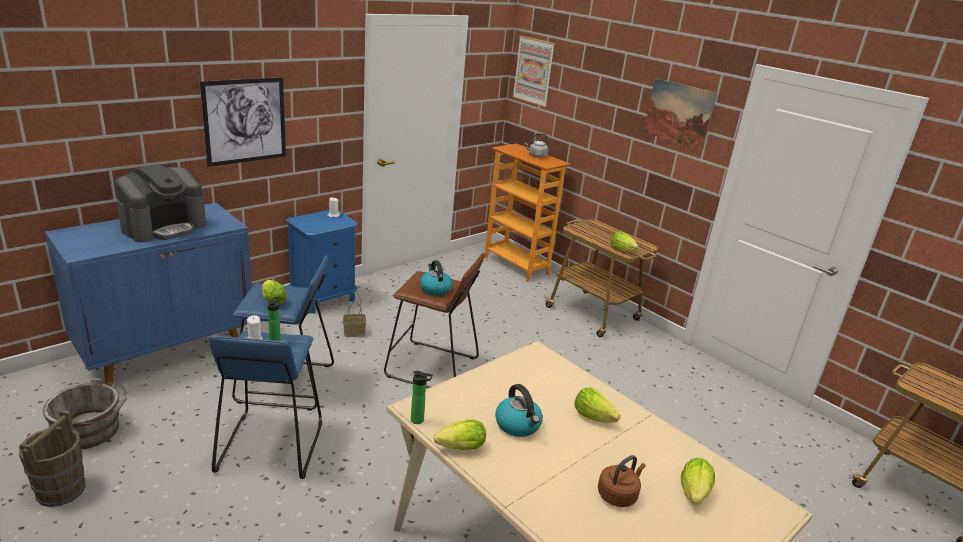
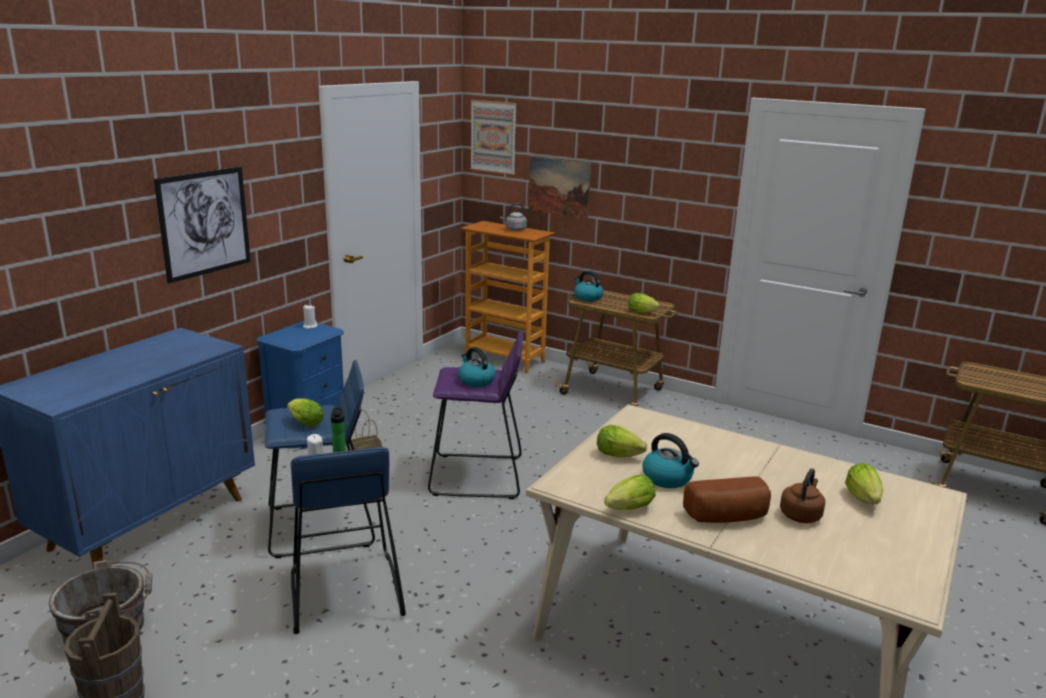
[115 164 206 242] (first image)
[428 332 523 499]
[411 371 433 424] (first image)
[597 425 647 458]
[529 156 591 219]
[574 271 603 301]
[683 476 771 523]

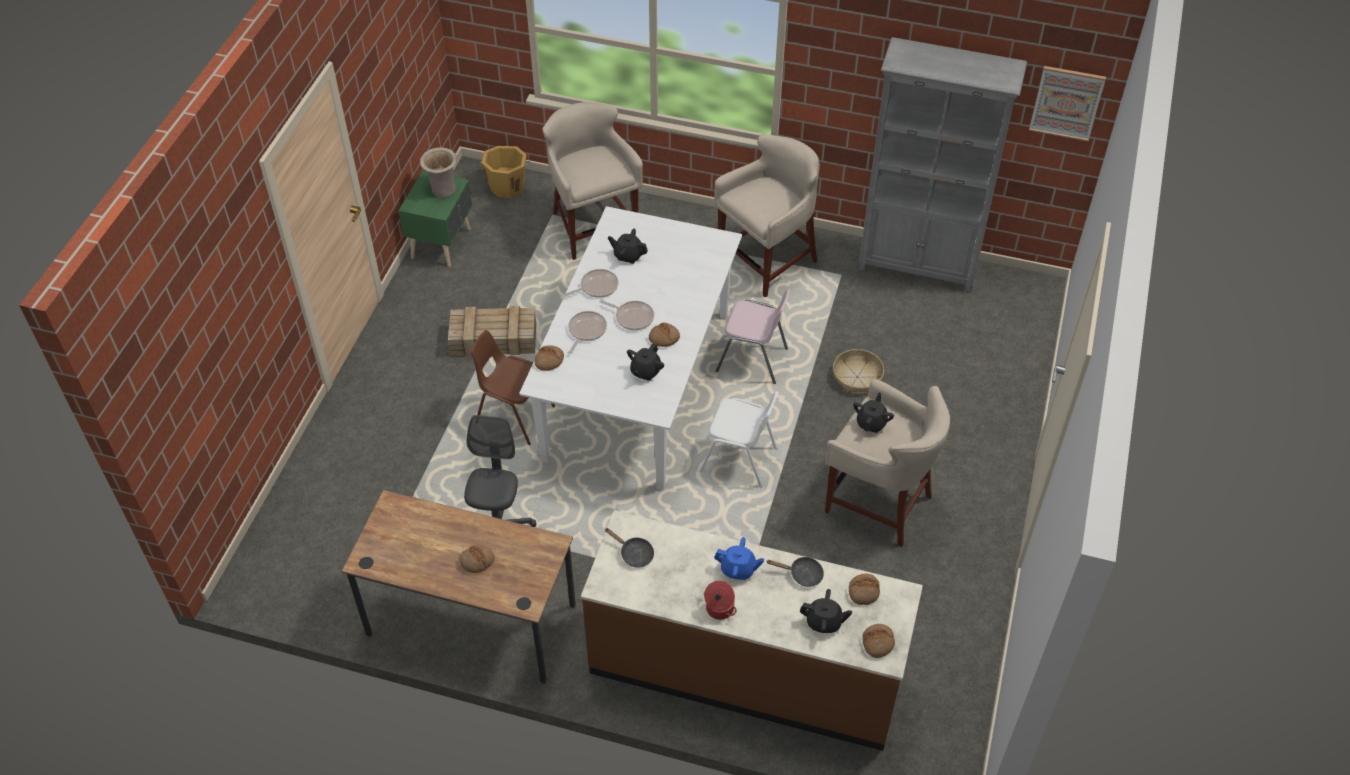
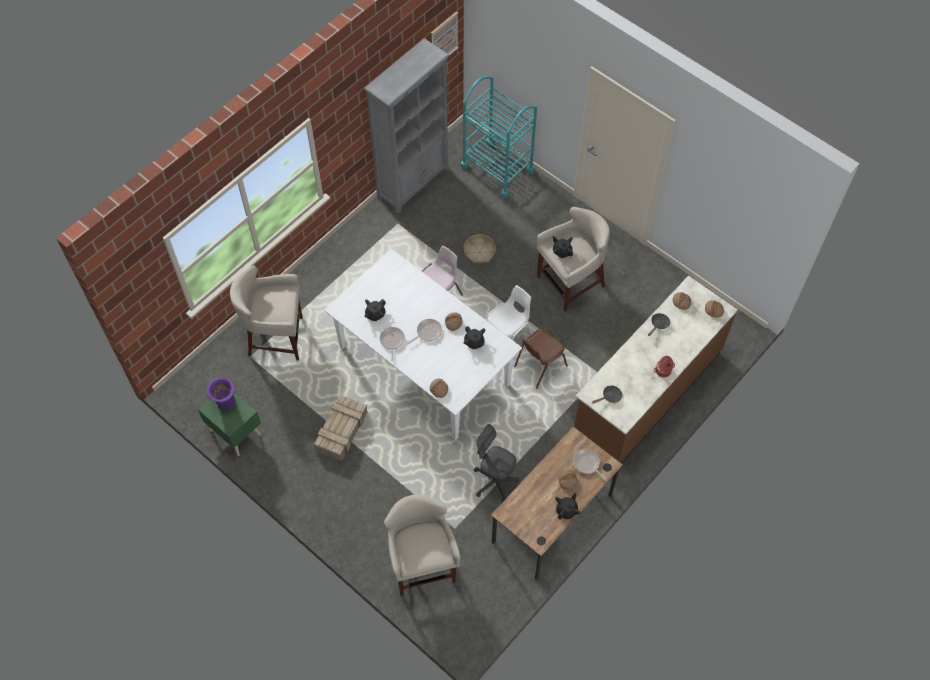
[207 377 236 410]
[514 329 568 389]
[479 146 532 198] (first image)
[573 449 607 481]
[384 494 460 597]
[714 537 764 580] (first image)
[555 493 580 519]
[461 76 537 198]

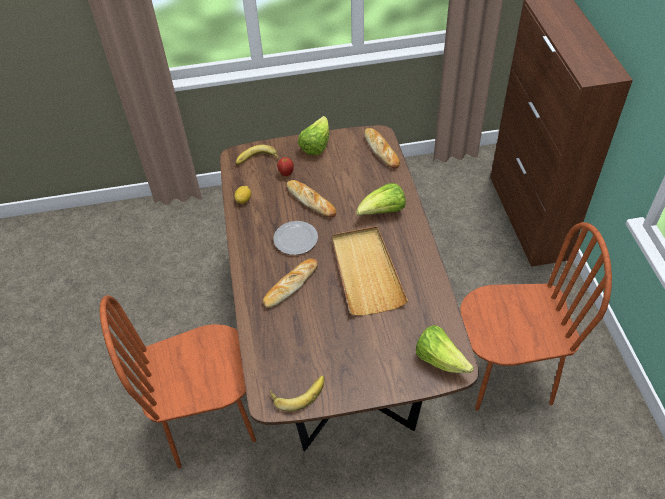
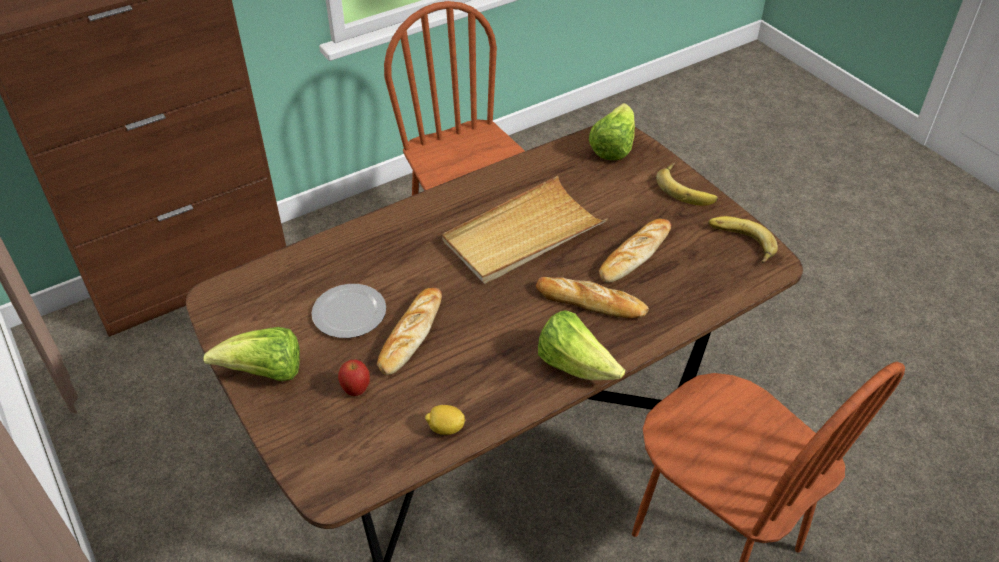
[656 163 718 206]
[311 284 386 338]
[538 310 625 380]
[599 219 671 283]

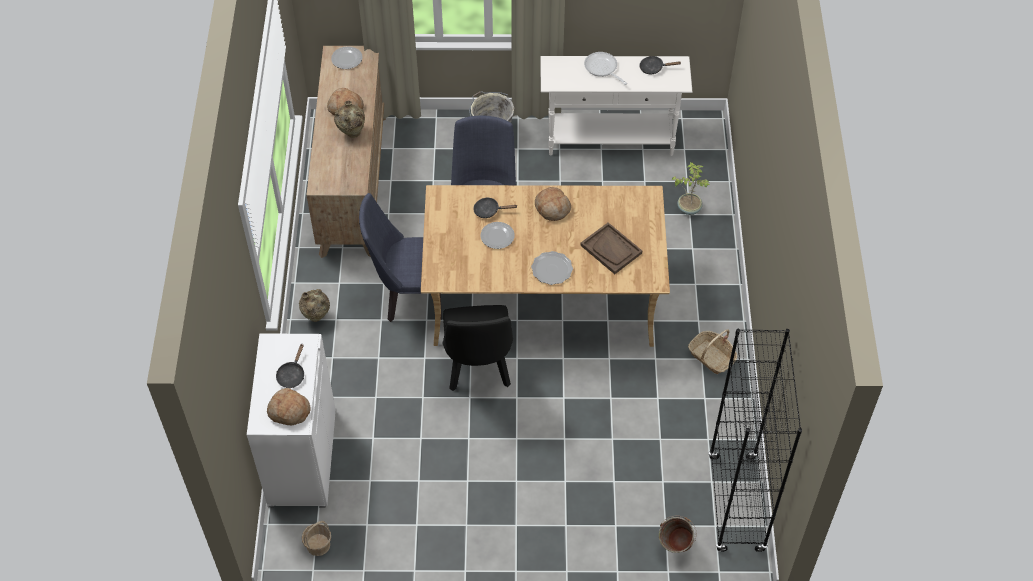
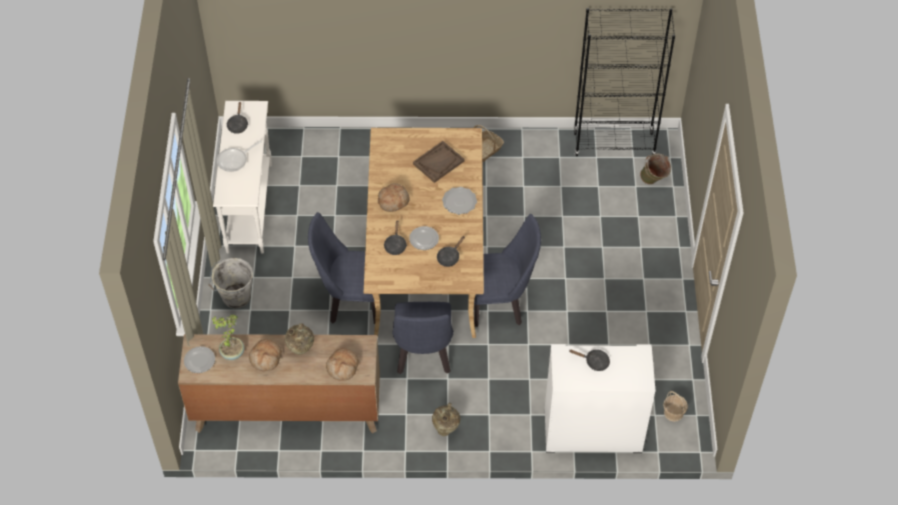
[326 348 359 381]
[474 214 541 327]
[212 315 244 360]
[437 236 465 267]

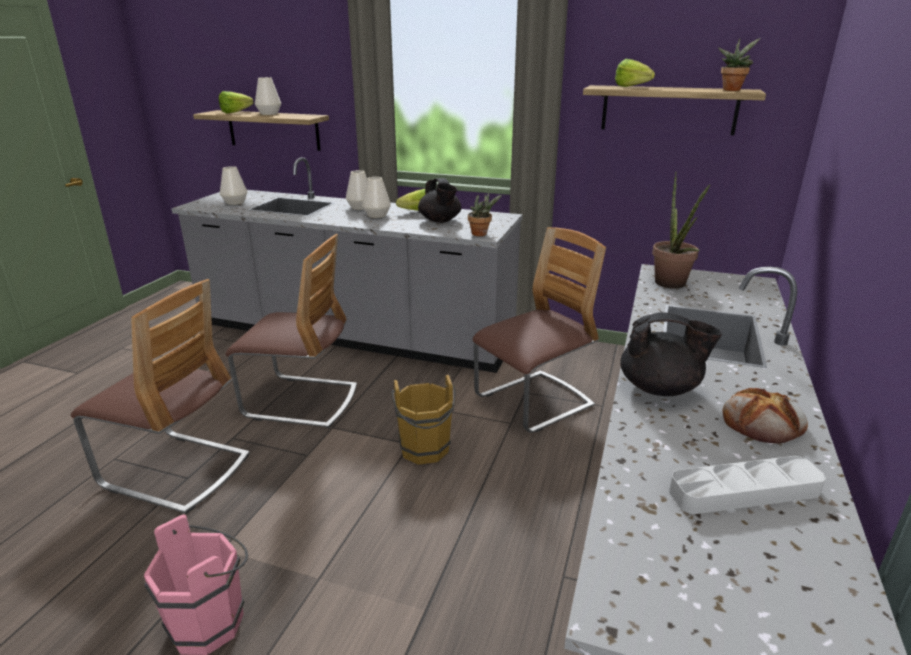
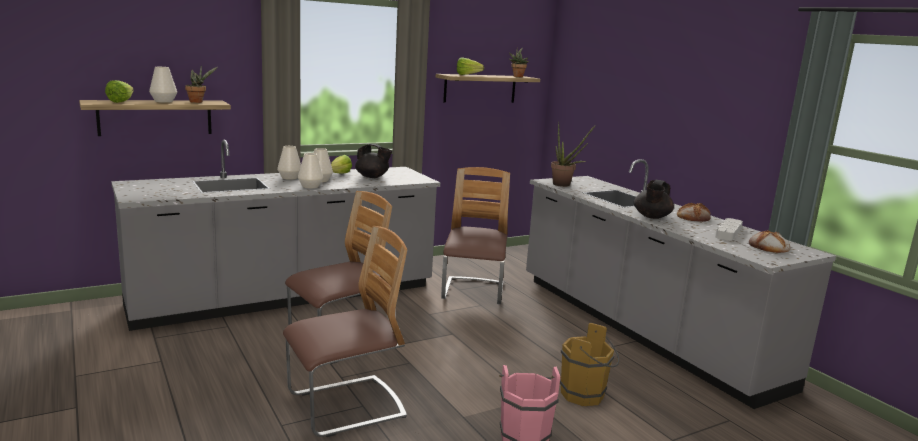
[298 153 323 188]
[560 323 619 406]
[185 65 218 103]
[634 179 674 219]
[749 230 791 253]

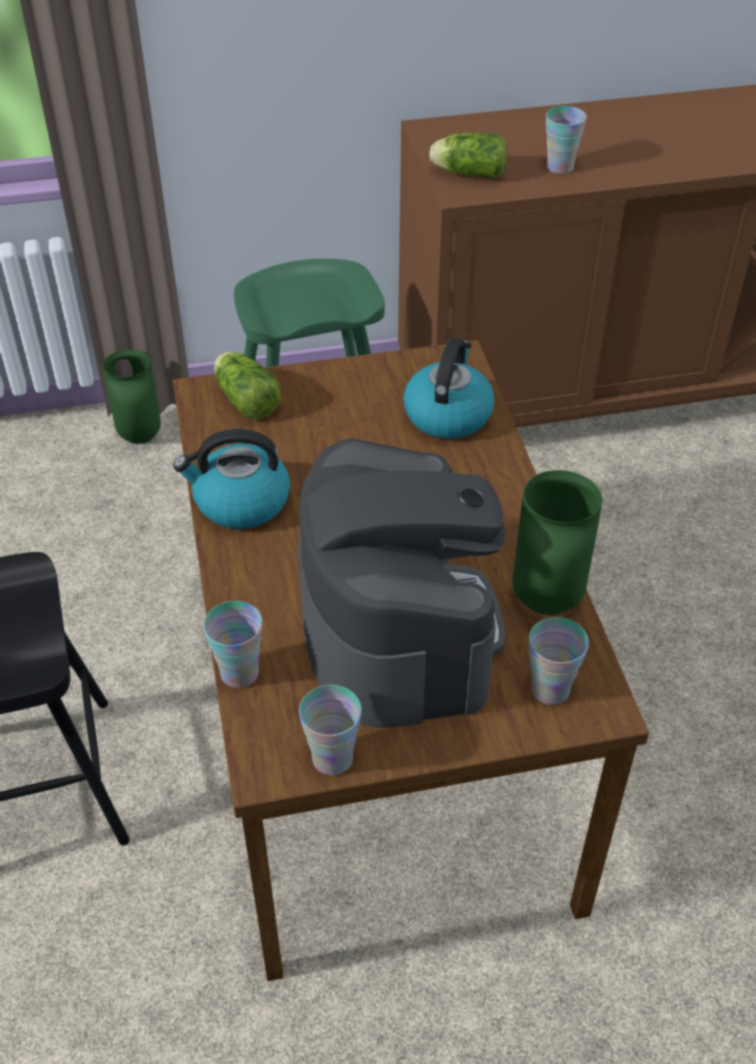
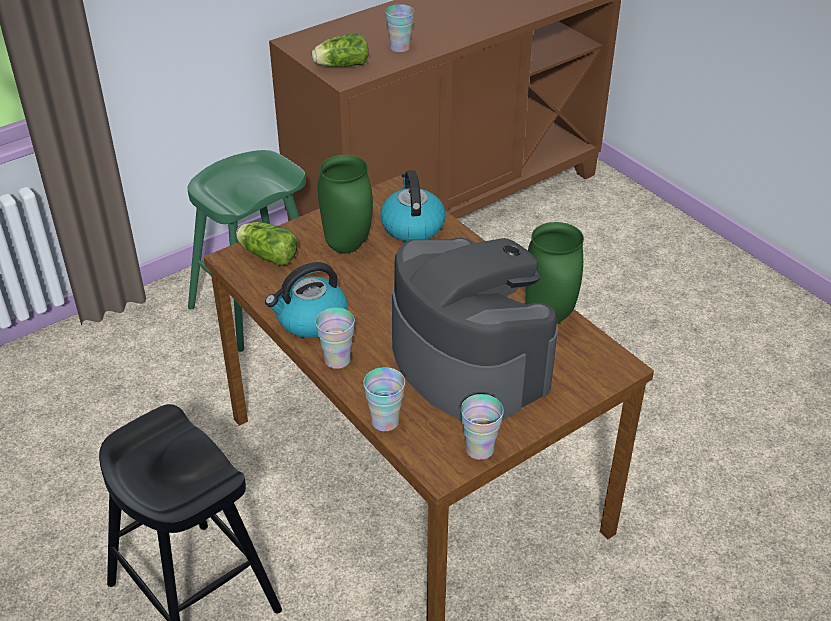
[317 155 373 254]
[315 308 355 369]

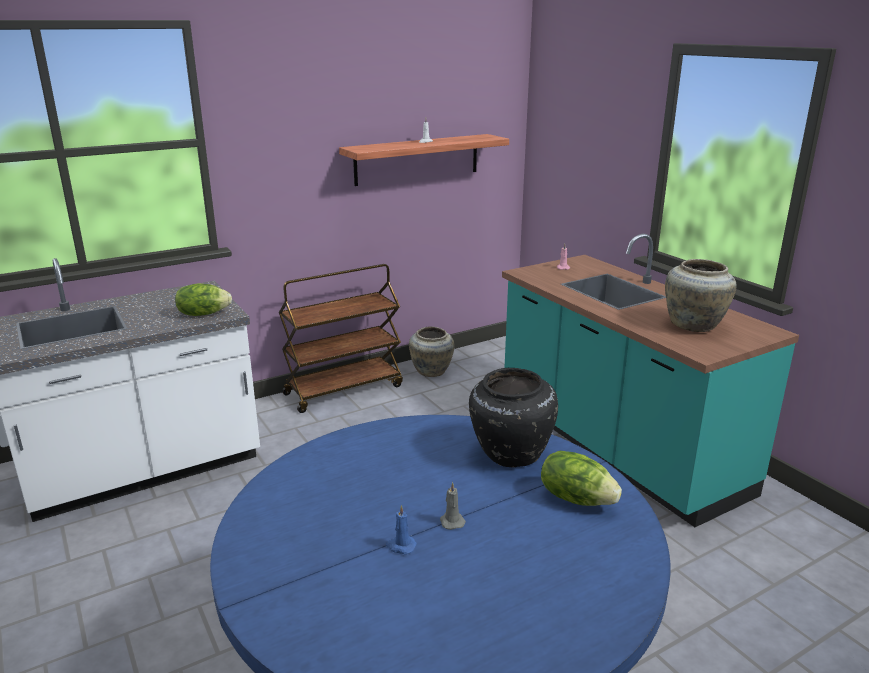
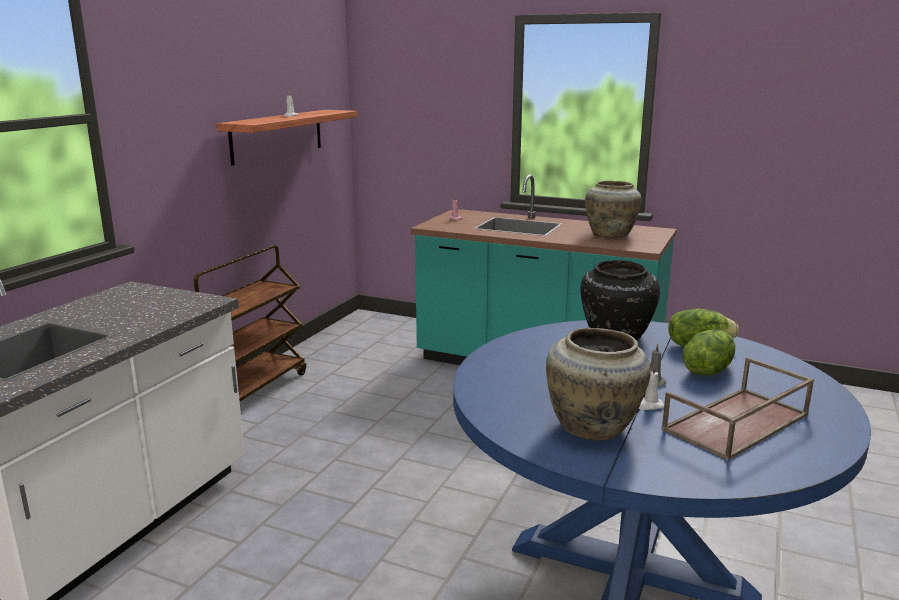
[682 329 736 376]
[639 364 664 410]
[546 328 651 441]
[661 357 814 461]

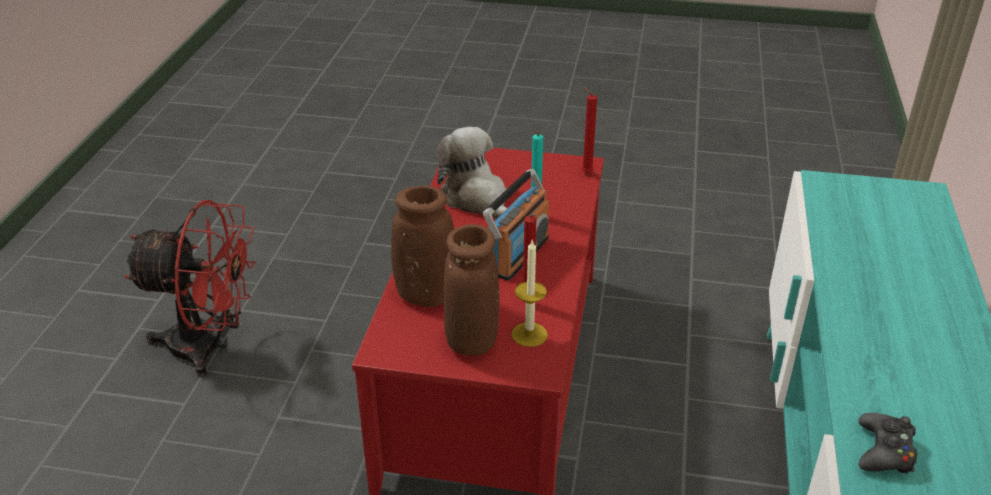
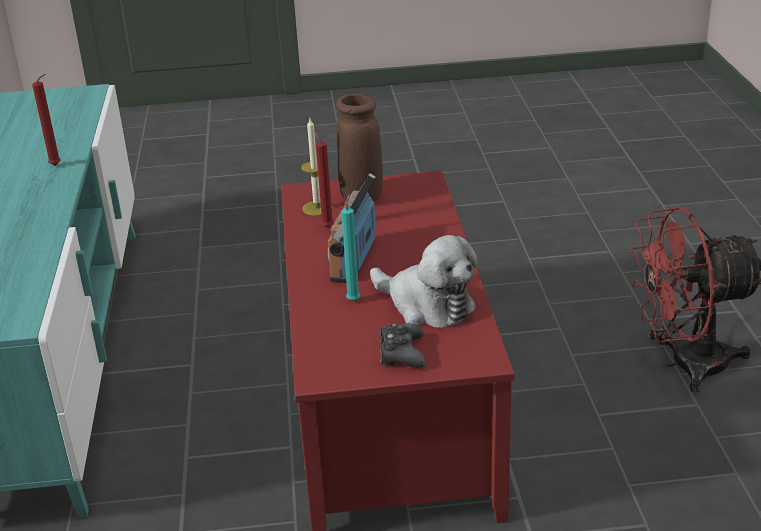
[391 186 454 307] (first image)
[32 74 61 166]
[379 324 426 368]

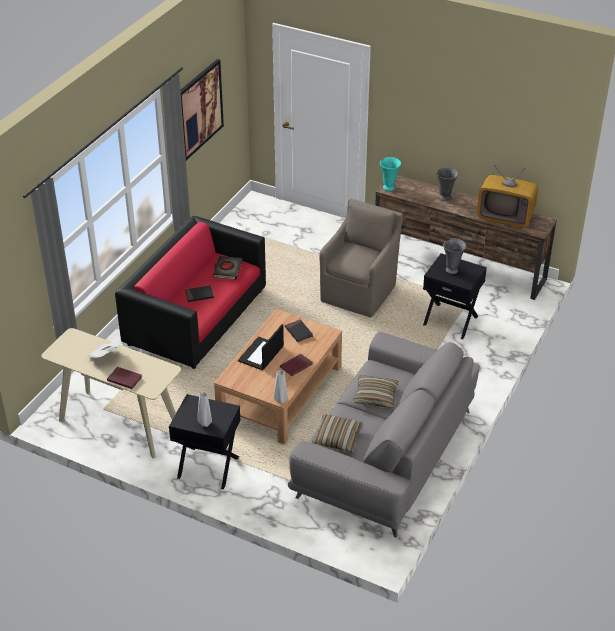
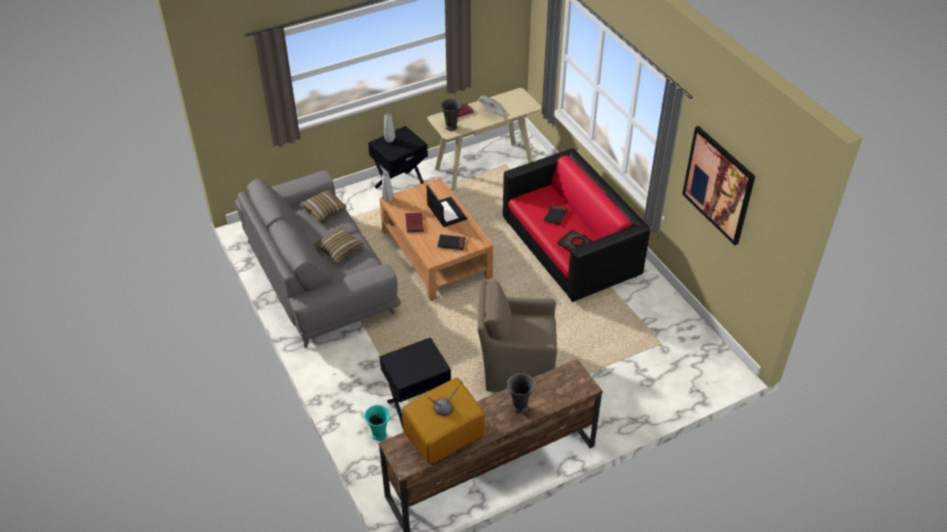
[477 280 557 392]
[365 405 390 441]
[441 99 461 131]

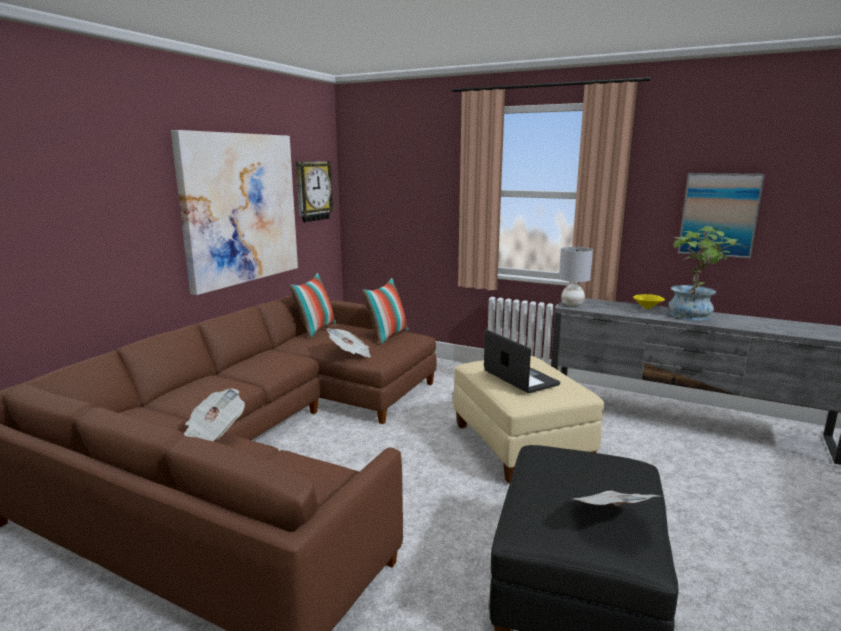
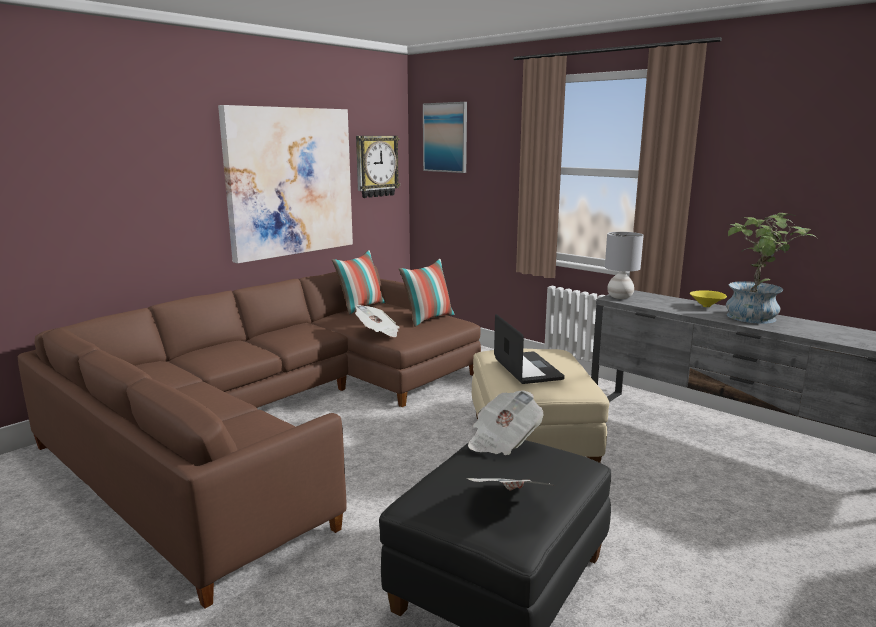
[468 391 543 455]
[423 102 467 173]

